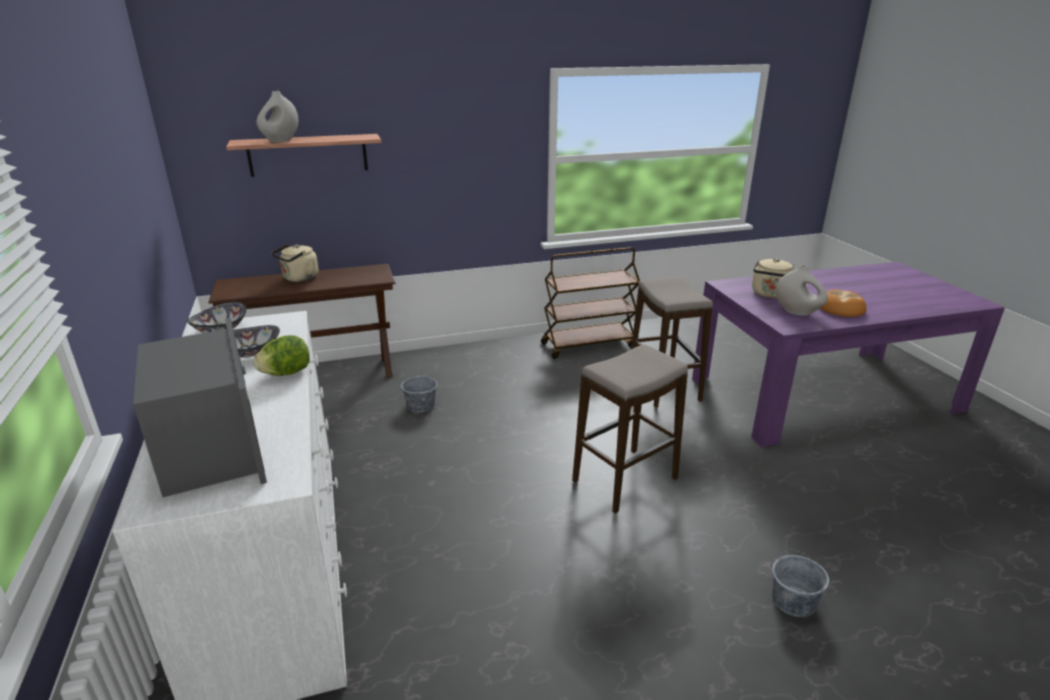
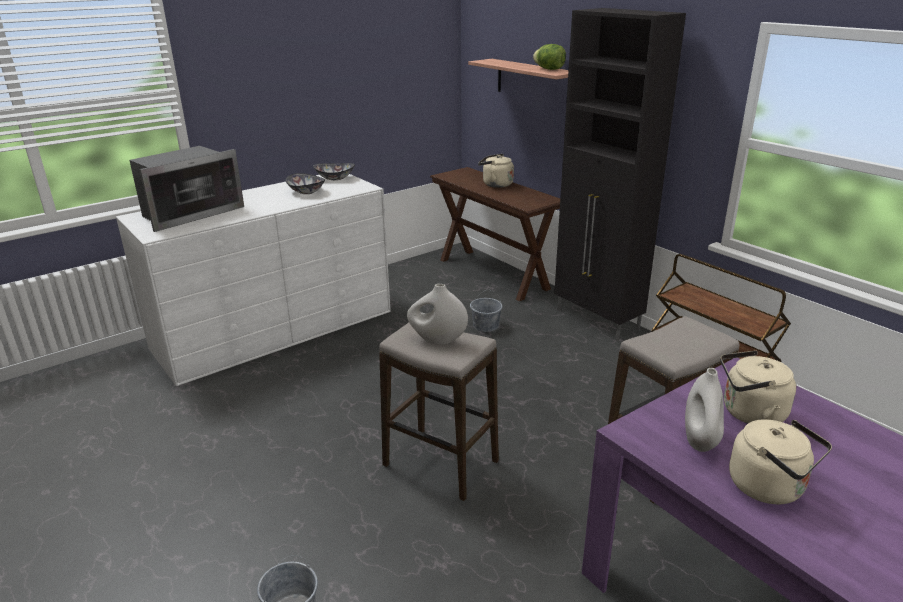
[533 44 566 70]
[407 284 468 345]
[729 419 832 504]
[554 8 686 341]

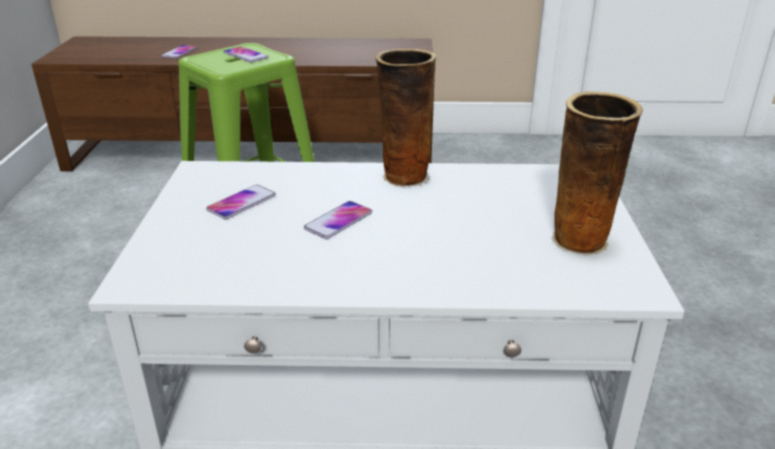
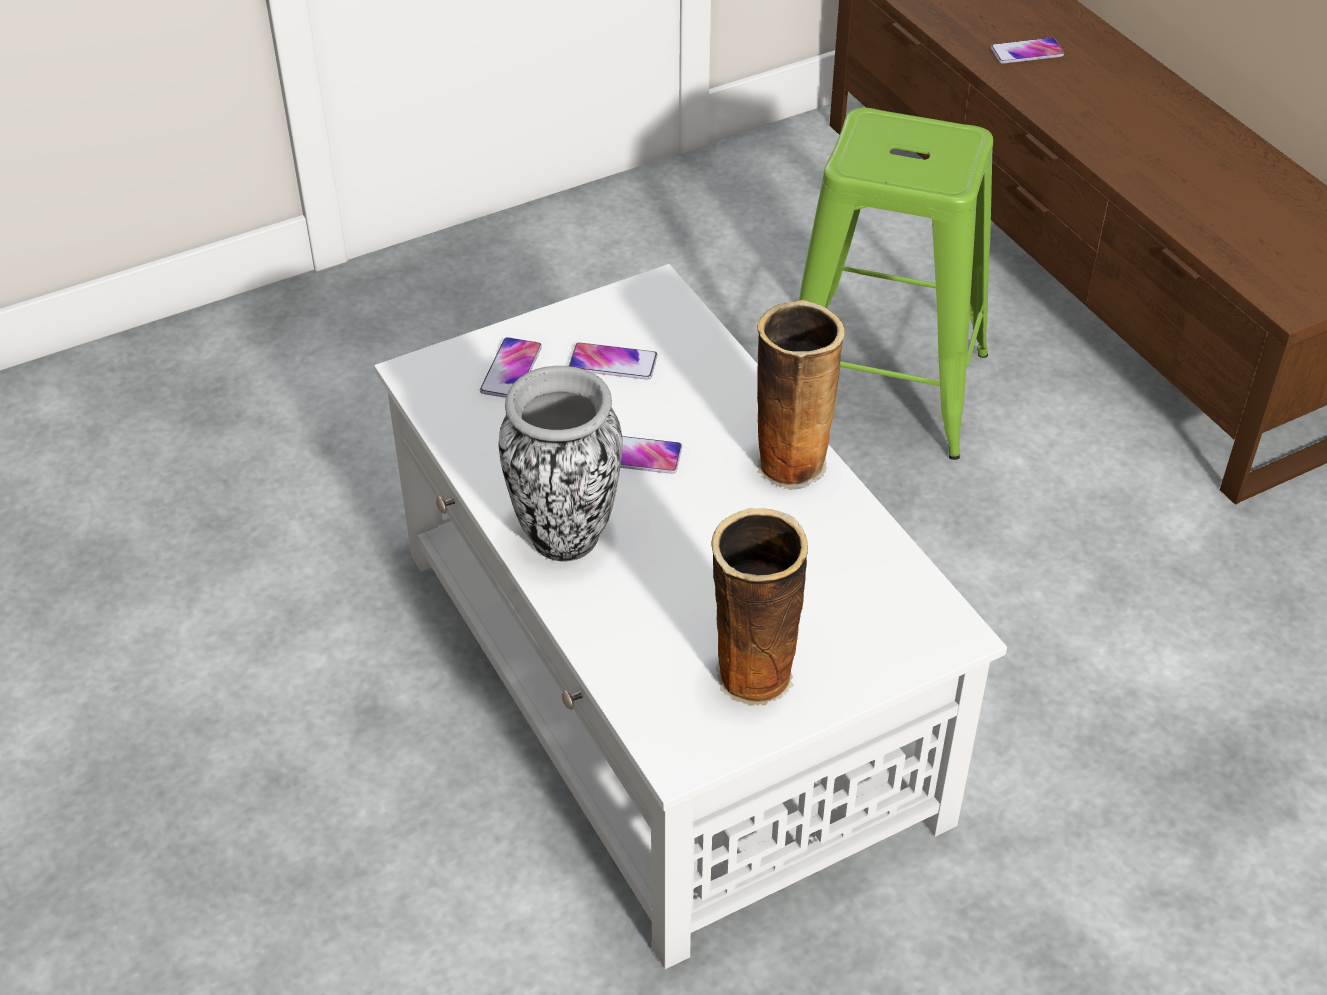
[480 337 542 398]
[499 366 623 561]

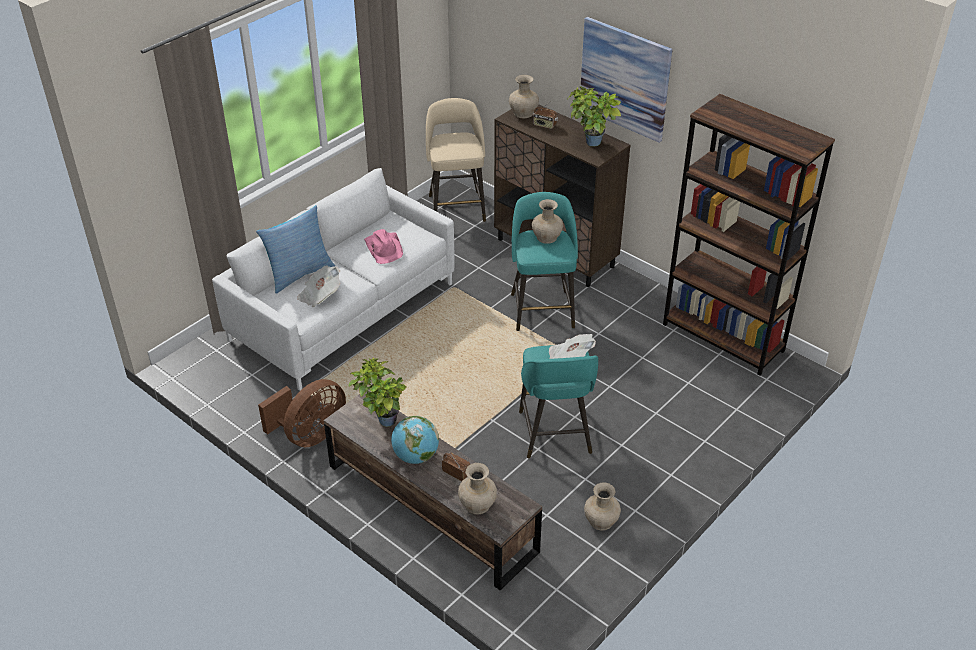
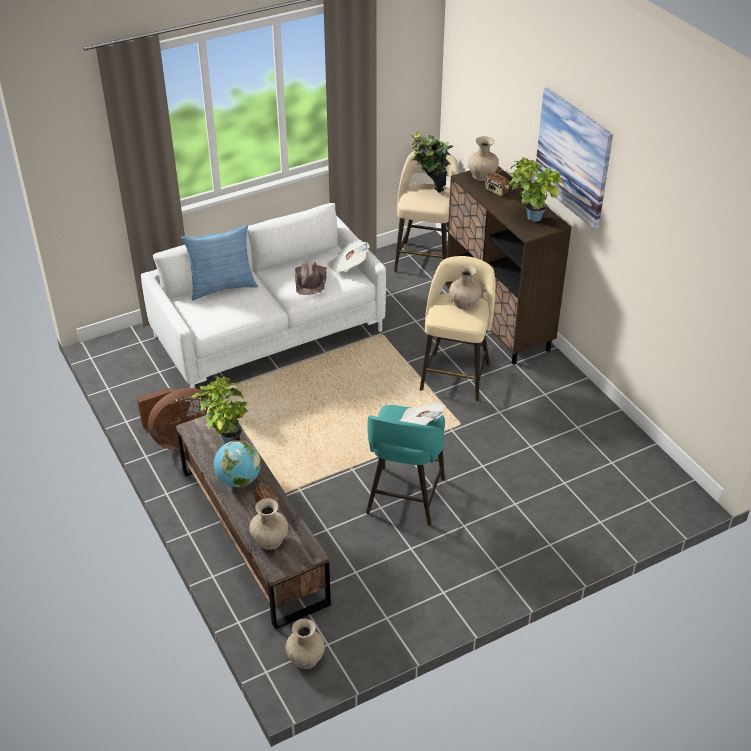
[327 240 370 274]
[295 261 327 295]
[420 256 495 401]
[285 618 325 669]
[663 94 835 376] (first image)
[410 131 453 193]

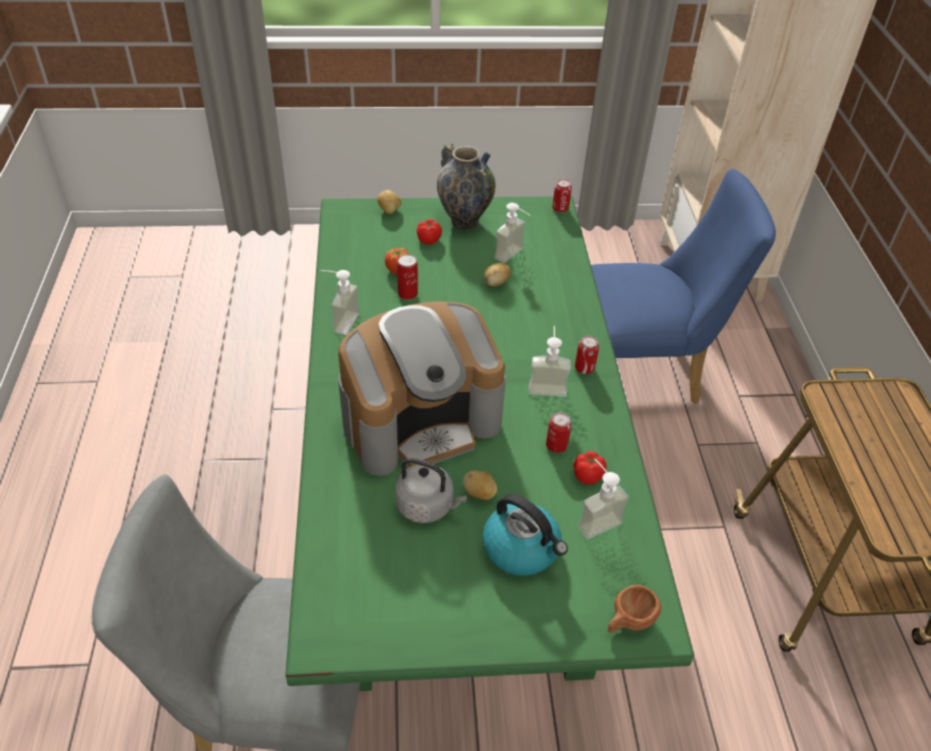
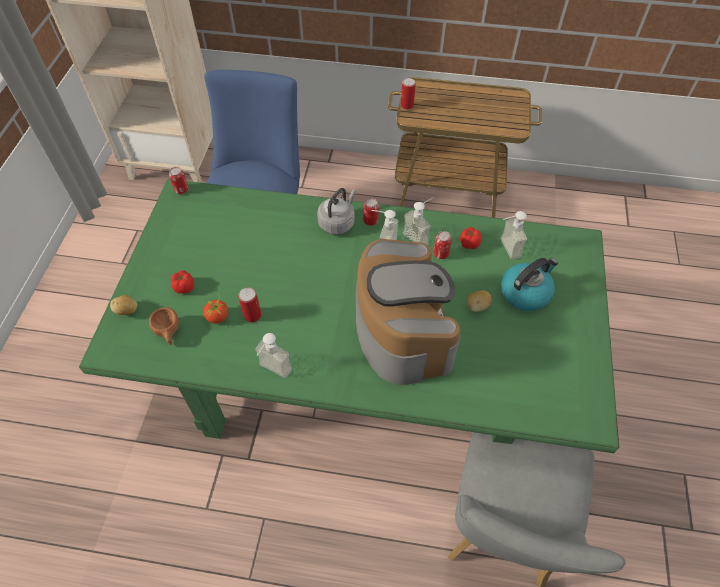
[317 188 356 235]
[437 144 496 230] (first image)
[484 263 511 287] (first image)
[403 198 433 245]
[149 307 179 345]
[401 78 416 110]

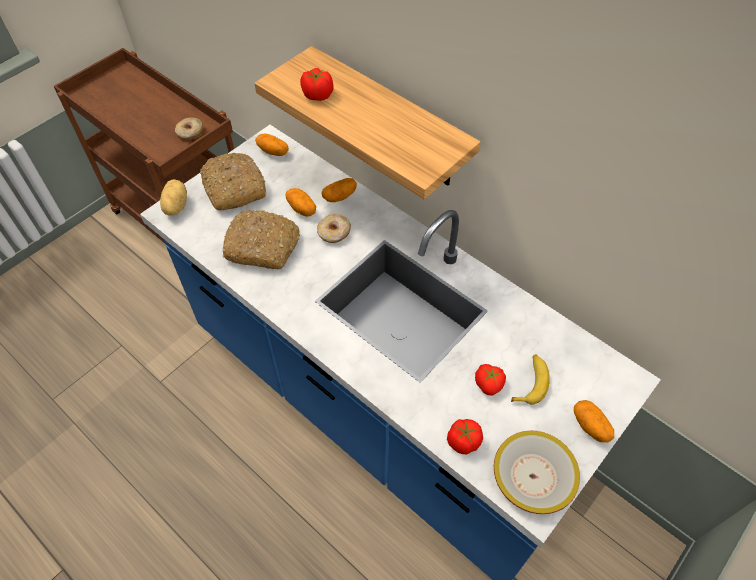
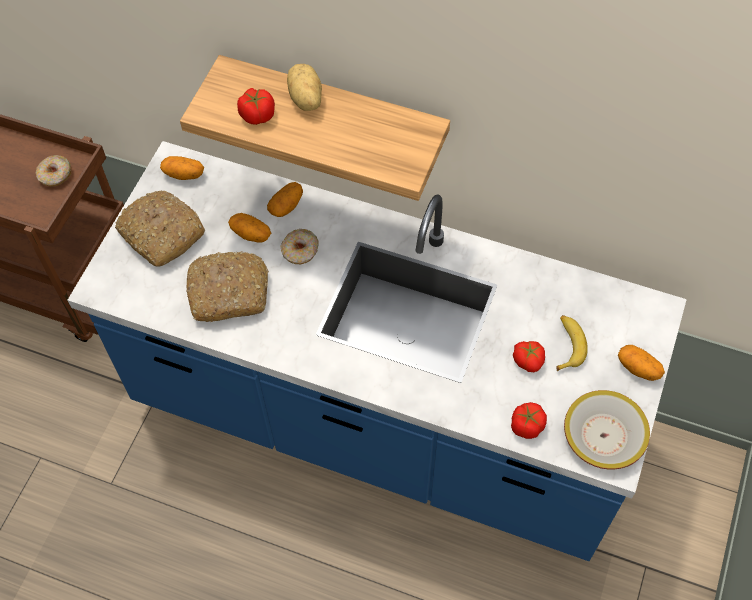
[287 64 322 111]

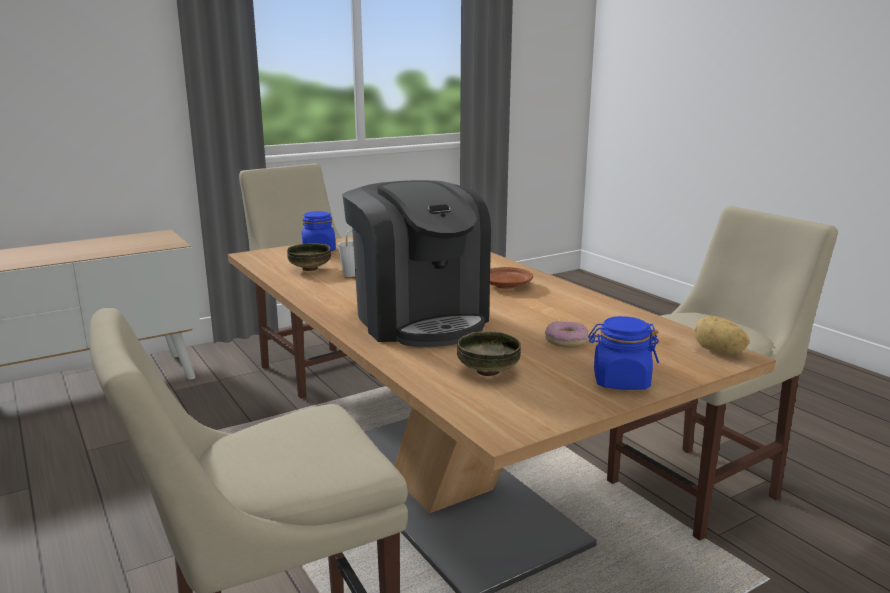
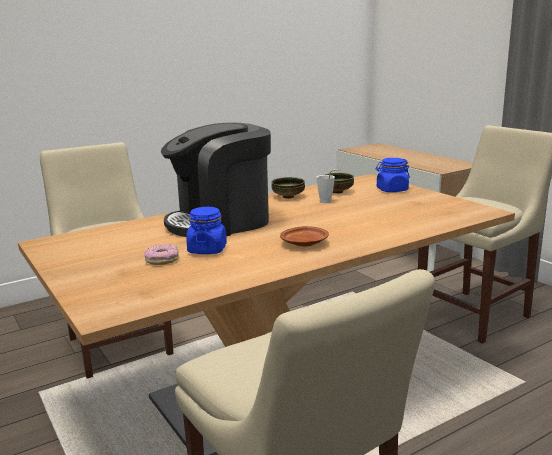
[271 177 305 199]
[186 207 227 254]
[695 316 749 355] (first image)

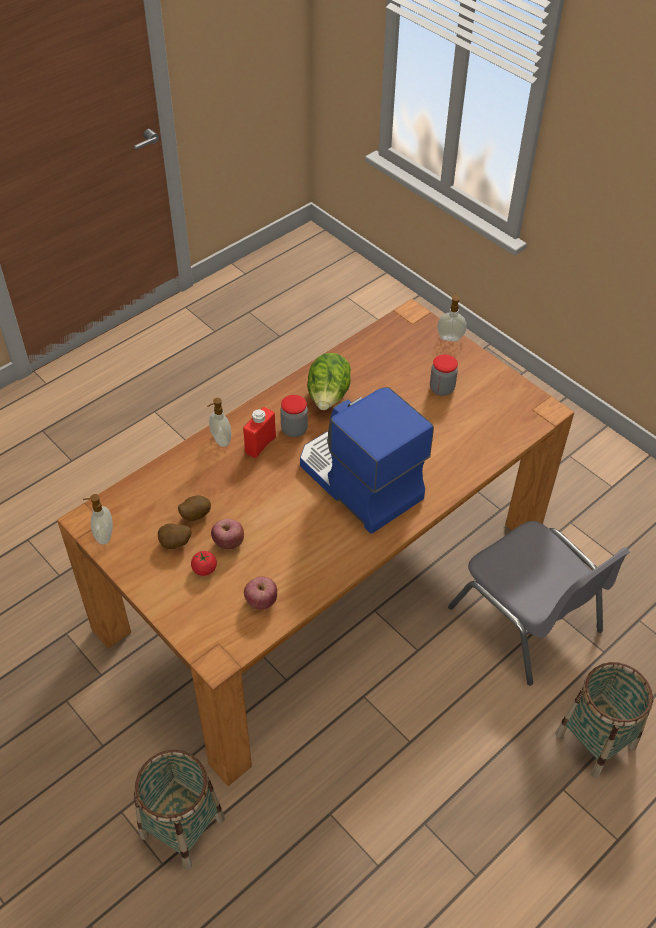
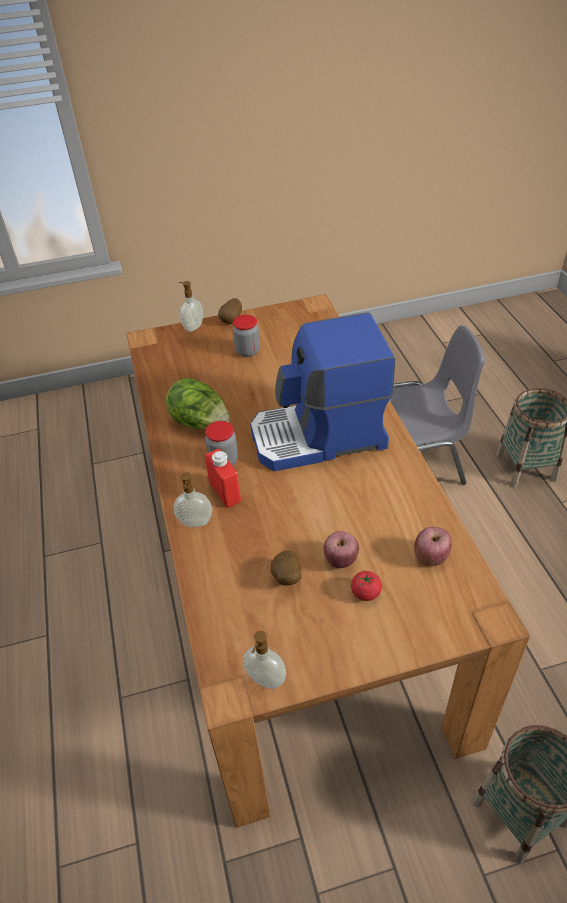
[218 298 242 324]

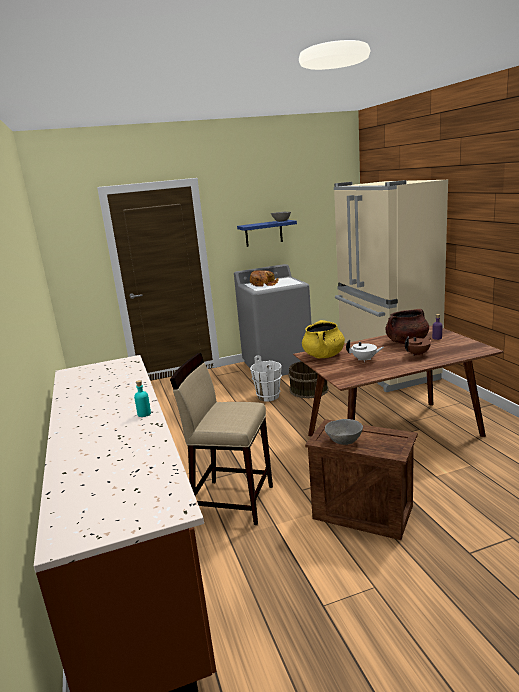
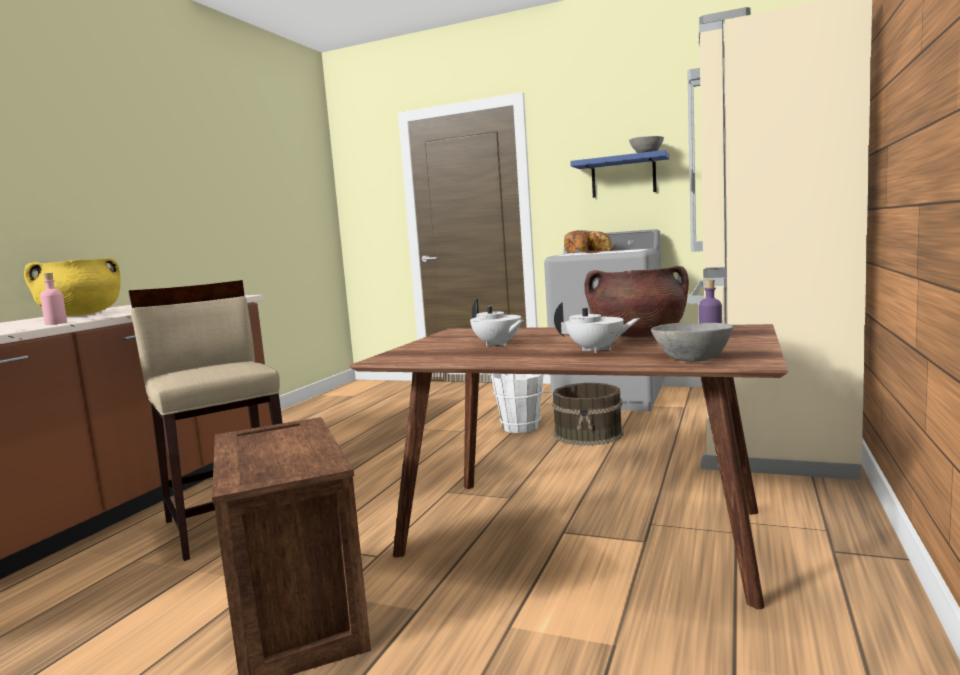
[40 273 67 325]
[24 258 121 316]
[651 323 734 362]
[554 302 640 353]

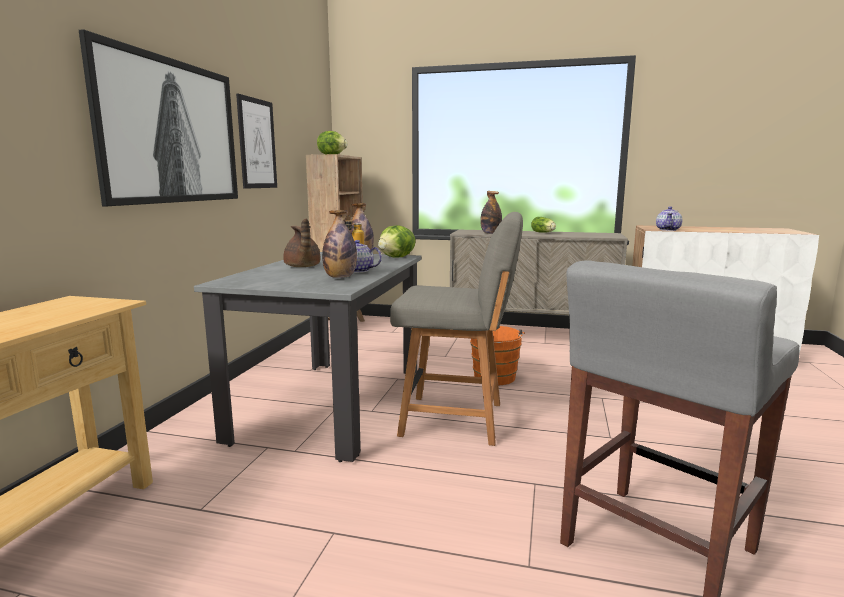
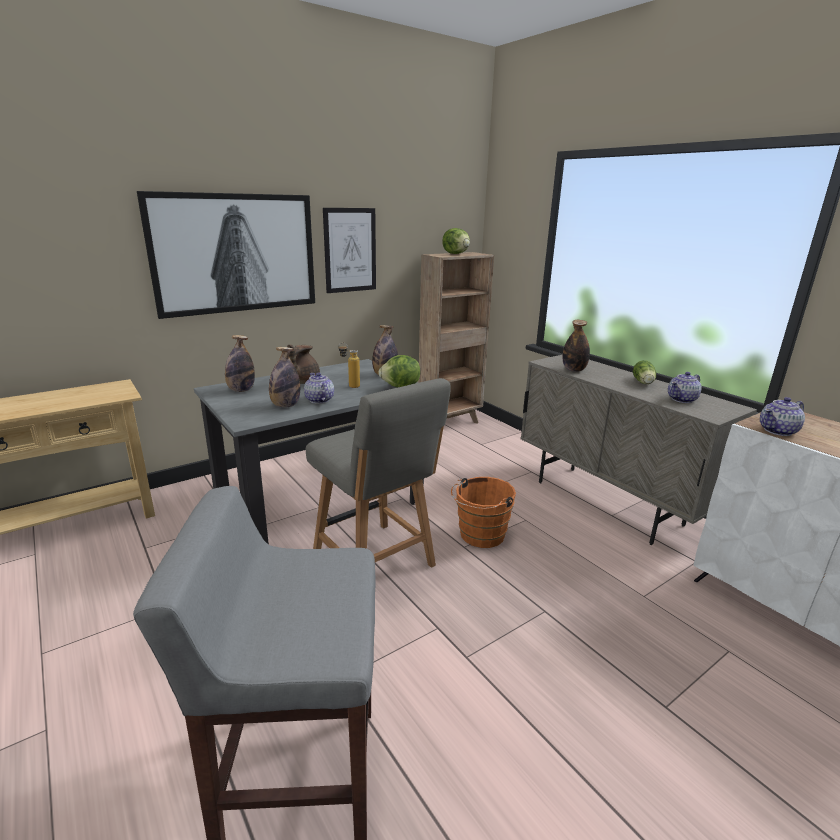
[225 335 255 392]
[668 372 702 403]

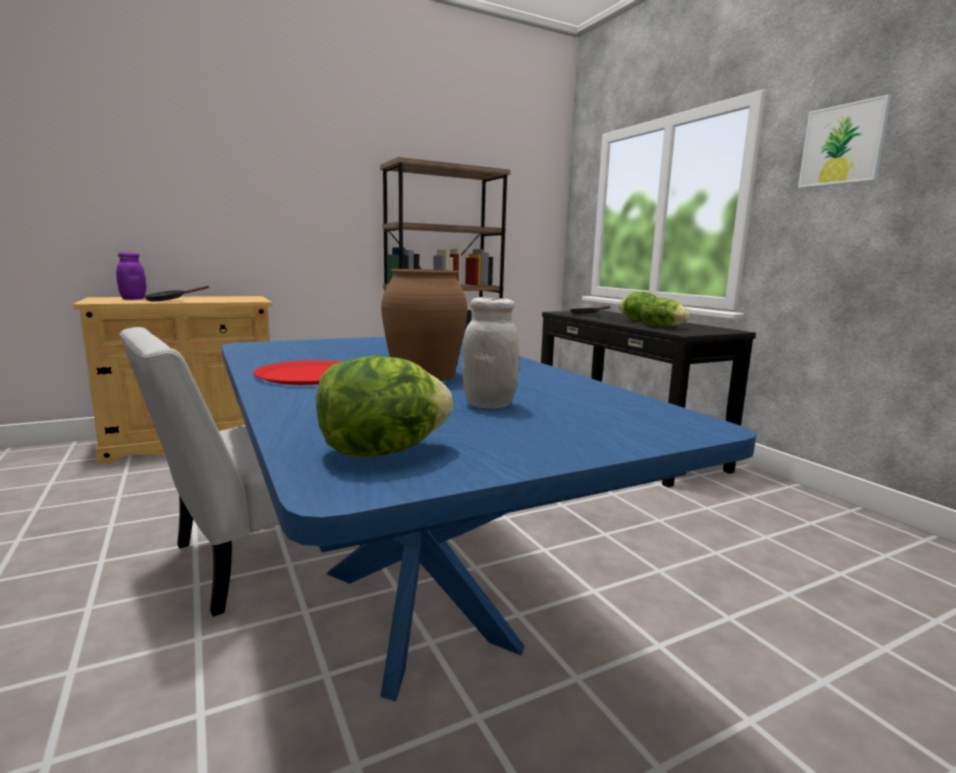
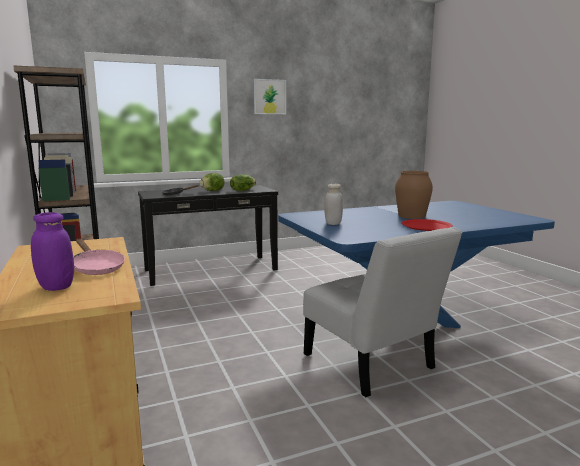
[73 239 125 275]
[316 356 453 457] (first image)
[325 184 343 225]

